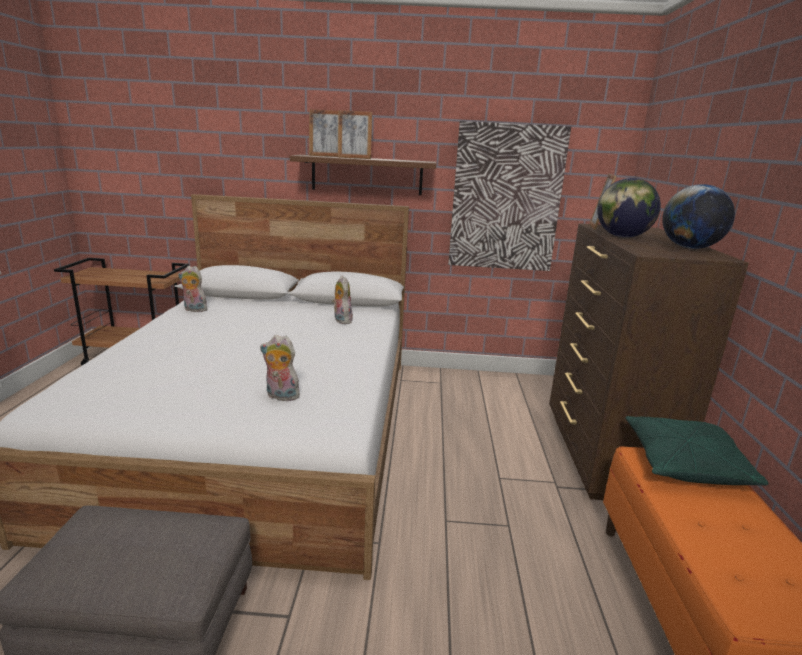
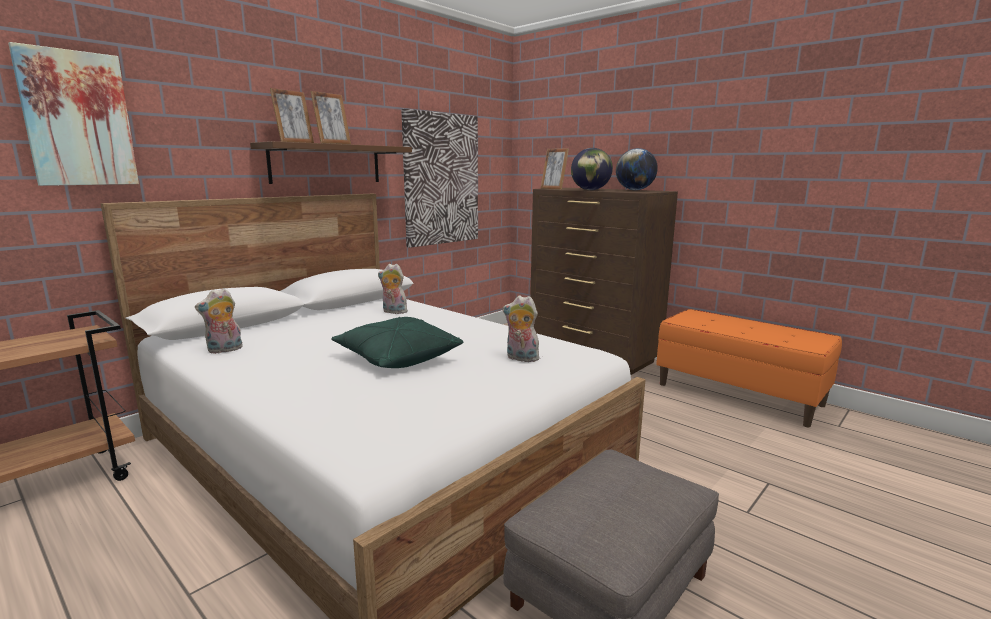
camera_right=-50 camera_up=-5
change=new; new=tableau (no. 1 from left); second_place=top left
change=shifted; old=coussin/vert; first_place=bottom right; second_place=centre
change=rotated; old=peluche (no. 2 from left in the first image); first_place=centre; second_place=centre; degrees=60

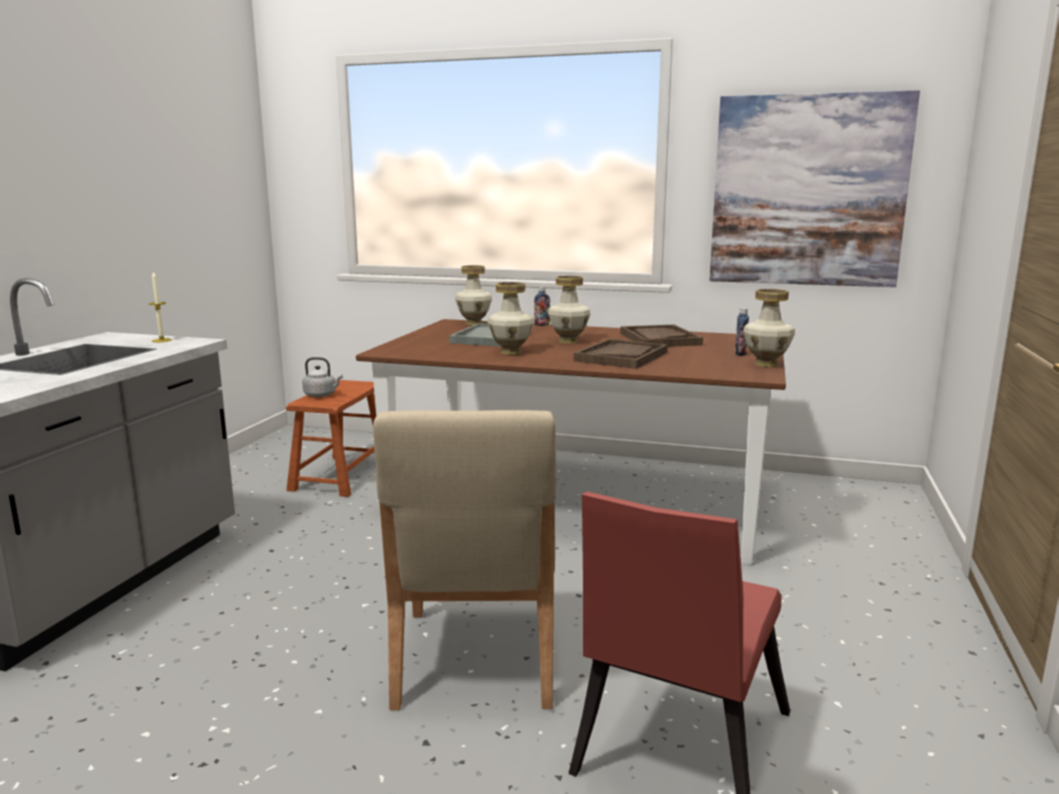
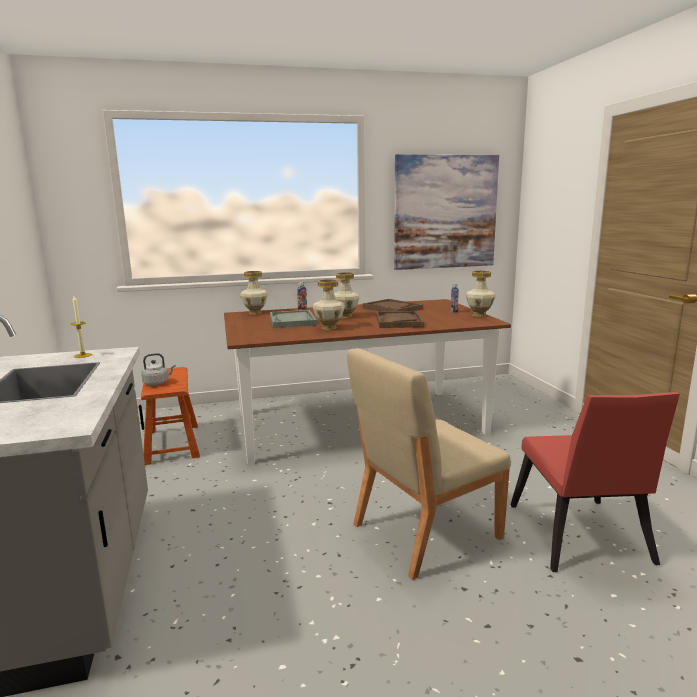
camera_right=-30 camera_up=0
change=rotated; old=chaise/beige; first_place=bottom centre; second_place=centre; degrees=90

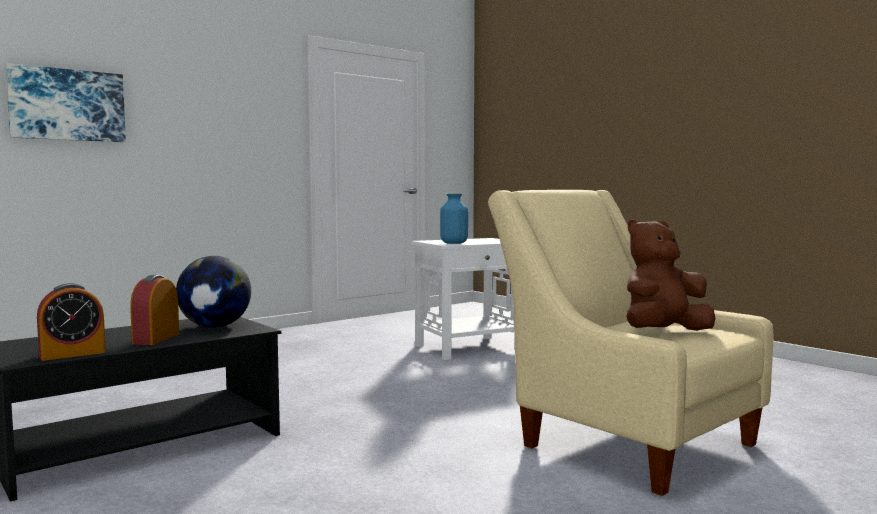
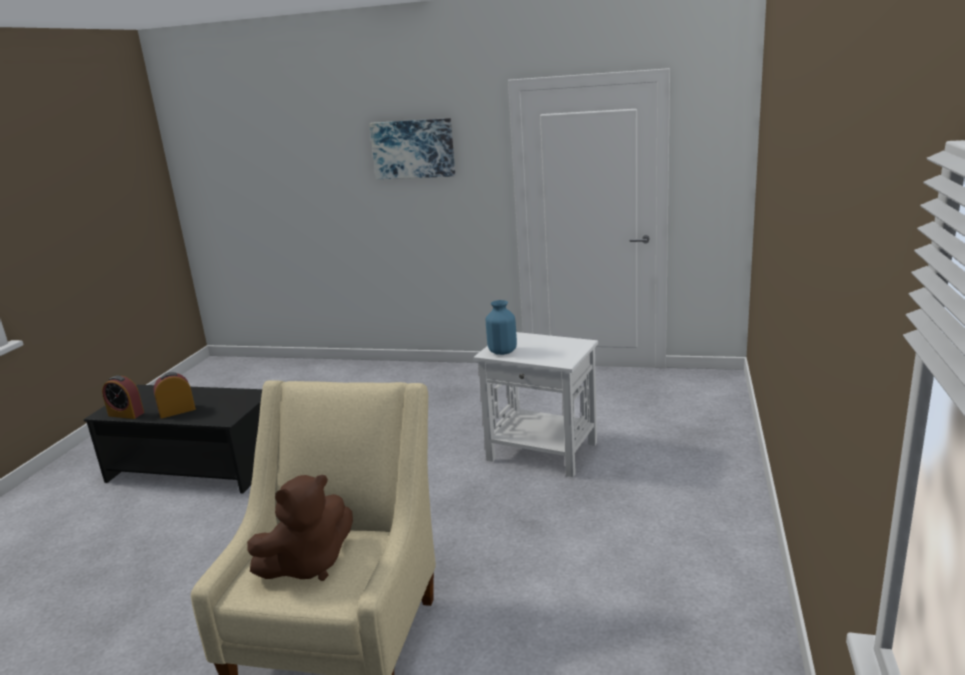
camera_right=55 camera_up=15
change=gone; old=globe; first_place=middle left
change=shifted; old=tableau; first_place=top left; second_place=top centre
change=rotated; old=peluche/marron; first_place=middle right; second_place=bottom left; degrees=120

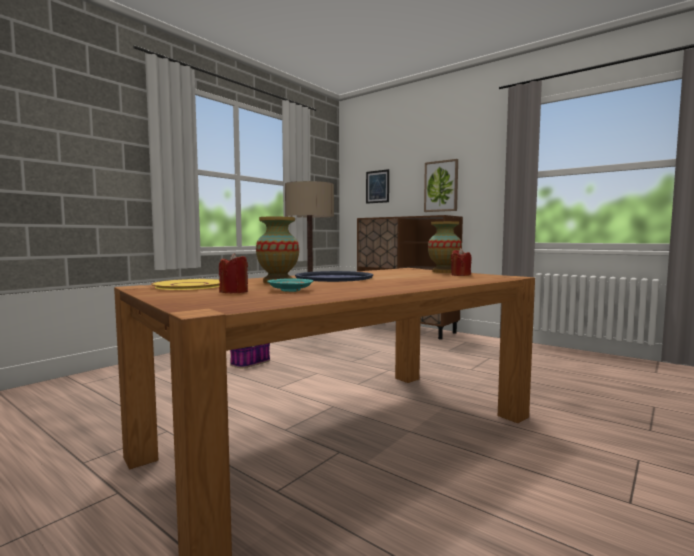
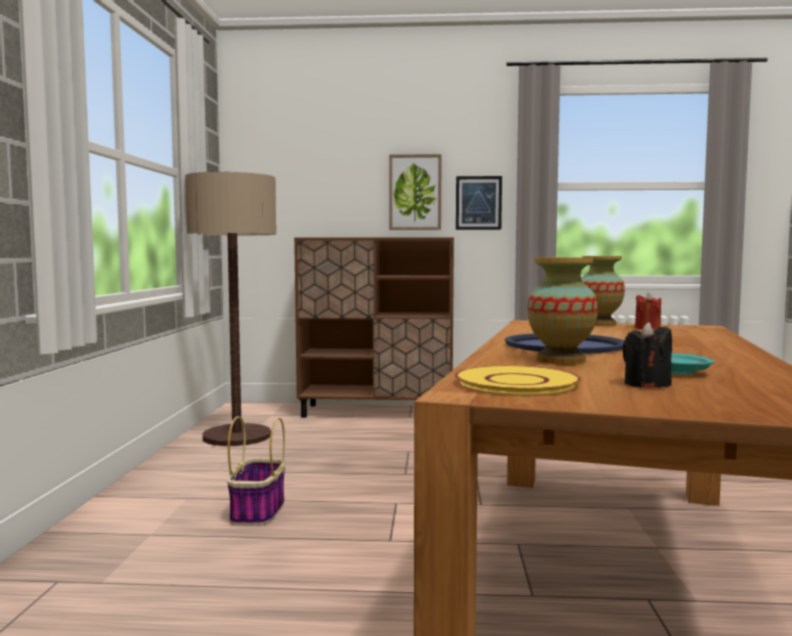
camera_right=-35 camera_up=0
change=shifted; old=tableau (no. 1 from left in the first image); new=tableau (no. 2 from left); first_place=centre; second_place=top centre
change=repainted; old=bougie/rouge (no. 1 from left); new=bougie/noir; first_place=centre; second_place=middle right

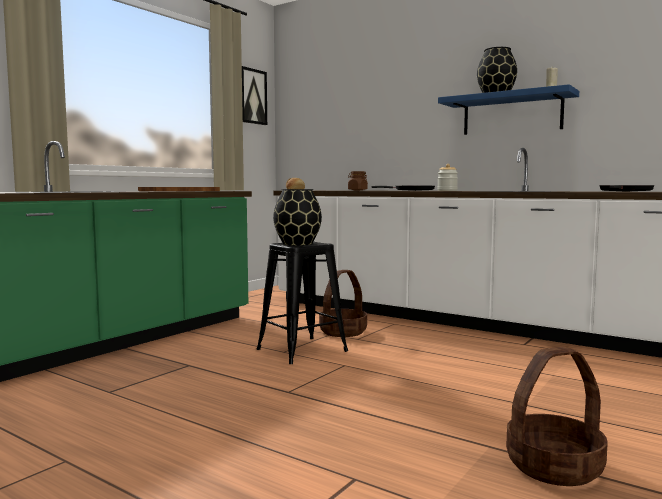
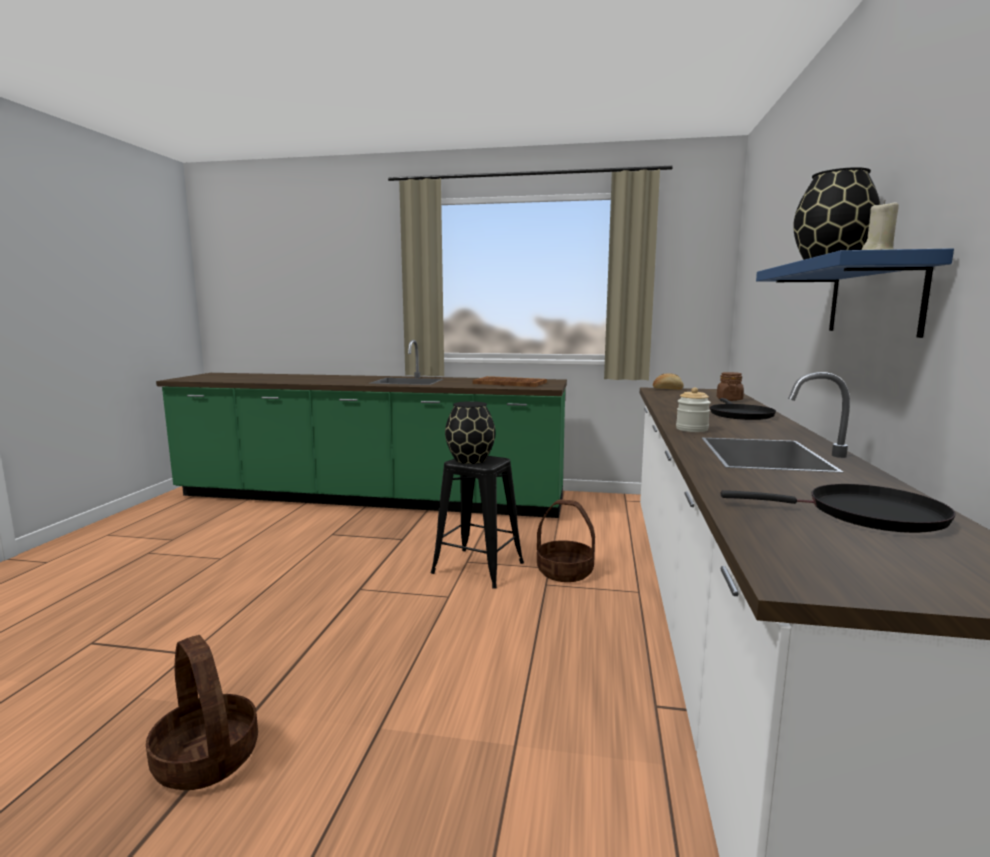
camera_right=65 camera_up=5
change=gone; old=tableau; first_place=top centre

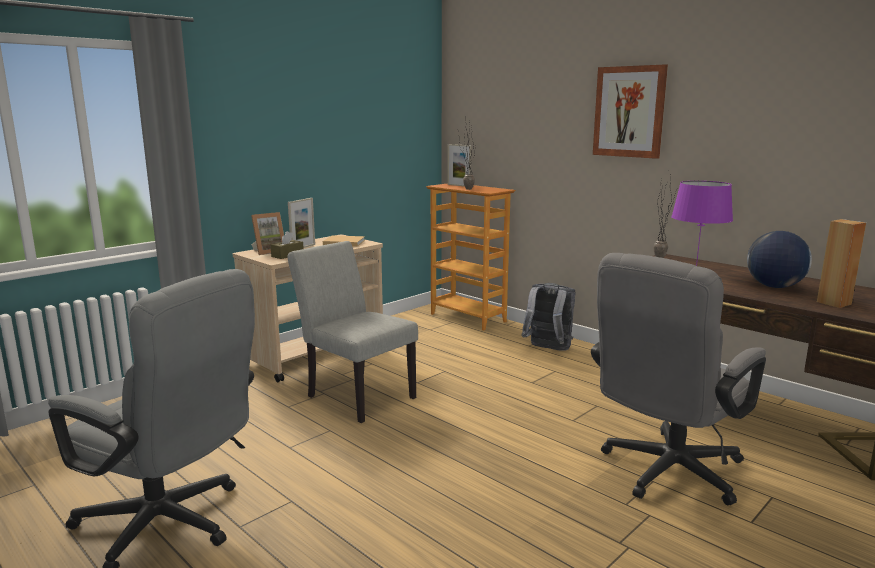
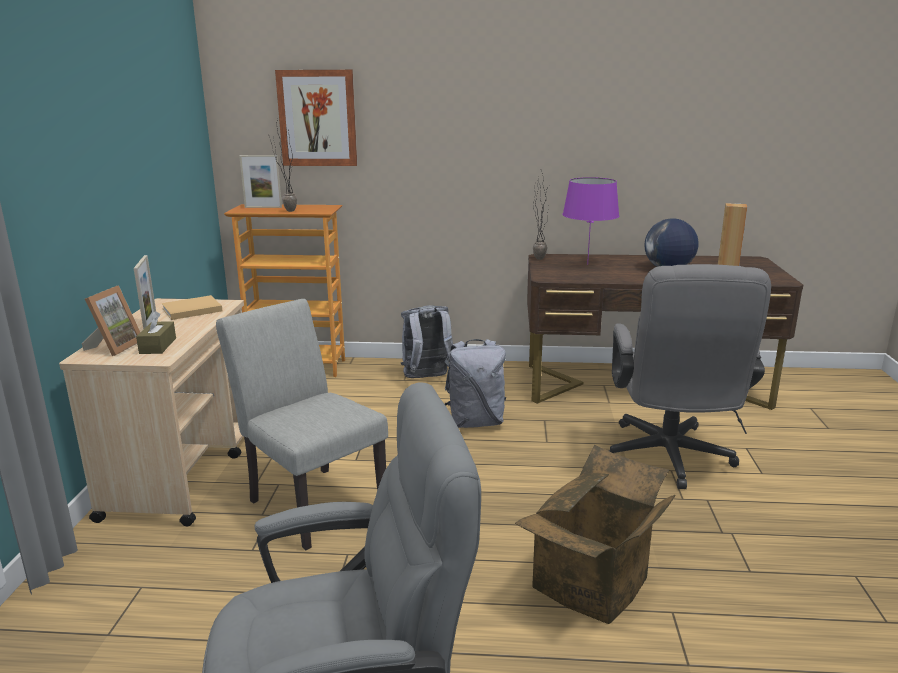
camera_right=-40 camera_up=5
change=new; new=sac à dos/gris (no. 2 from left); second_place=centre
change=new; new=carton; second_place=bottom centre
change=shifted; old=tableau; first_place=top right; second_place=top centre
change=rotated; old=chaise/gris; first_place=centre; second_place=centre; degrees=45

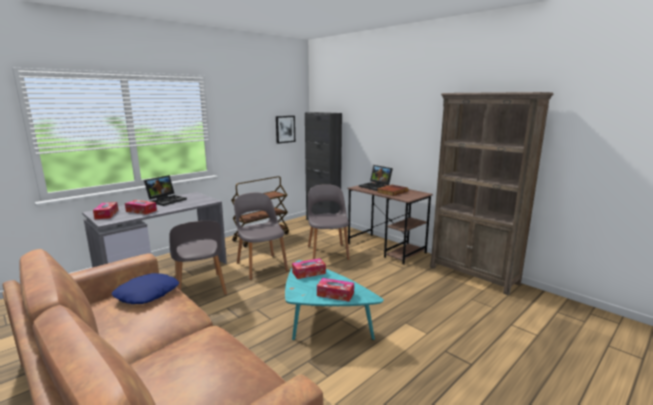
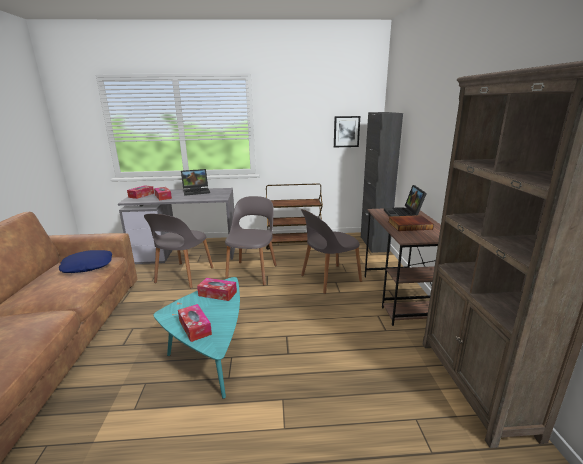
camera_right=40 camera_up=5
change=rotated; old=chaise/gris (no. 3 from left); first_place=centre; second_place=centre; degrees=-150

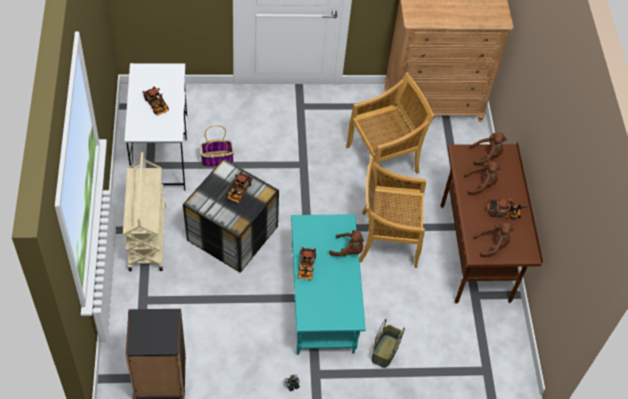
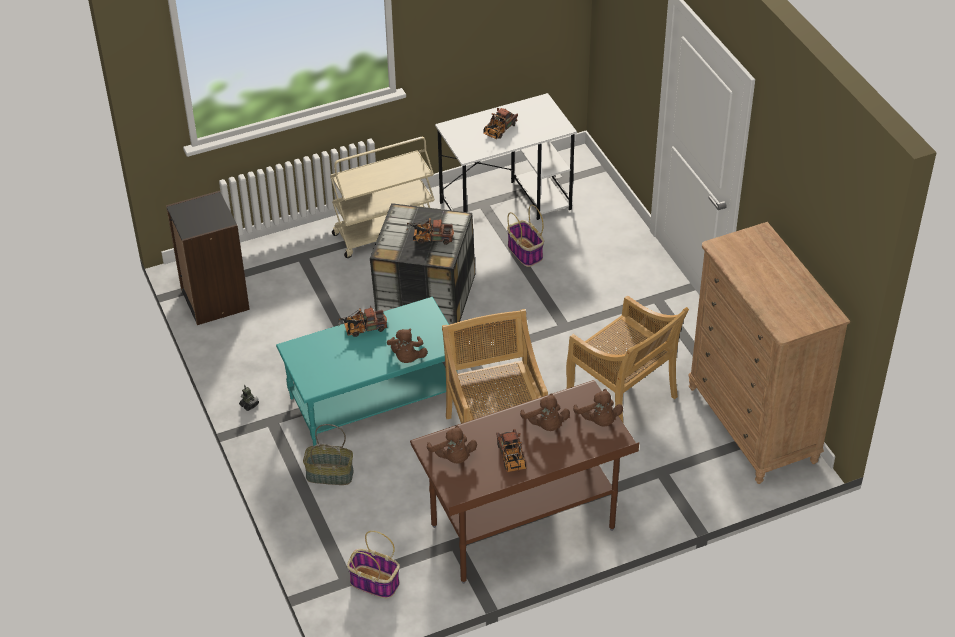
camera_right=75 camera_up=-10
change=new; new=panier (no. 2 from left); second_place=bottom centre

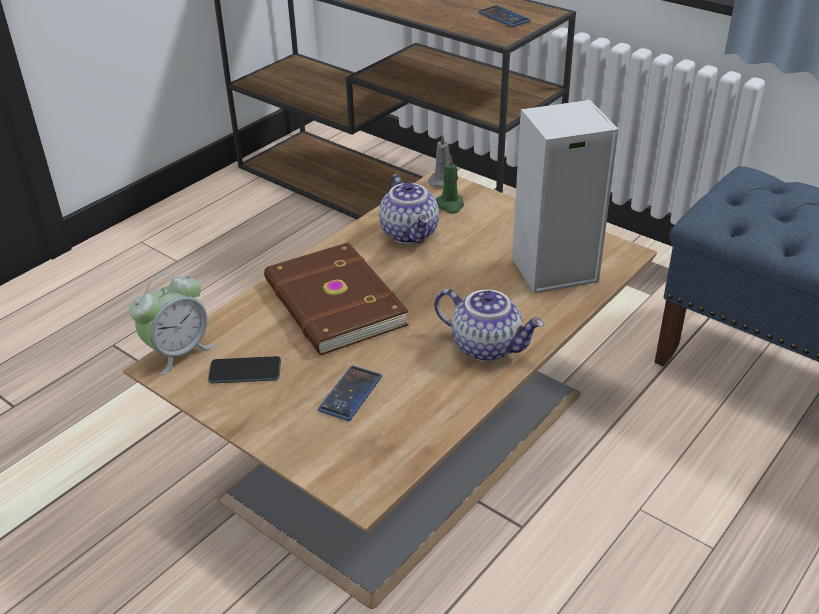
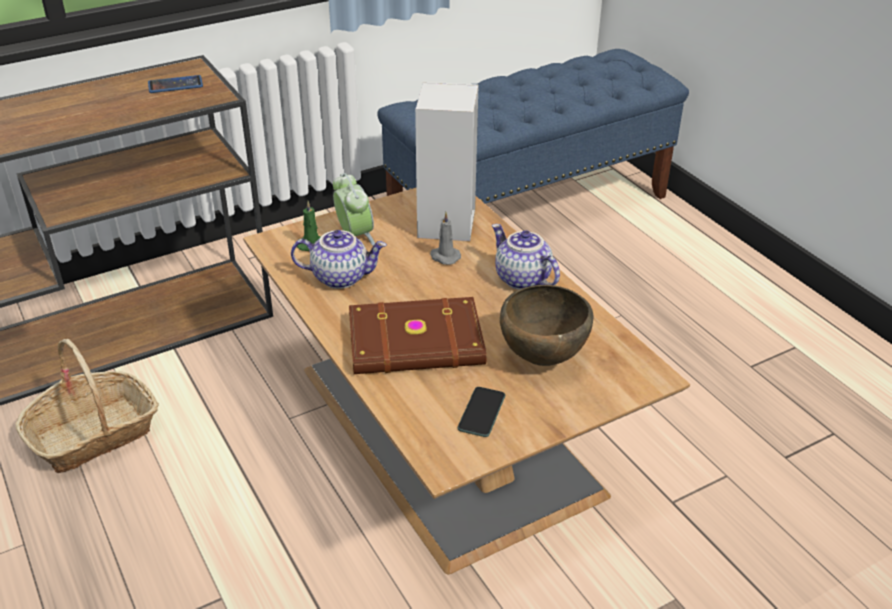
camera_right=-70 camera_up=0
change=new; new=panier; second_place=bottom left
change=shifted; old=réveil; first_place=middle left; second_place=centre
change=shifted; old=bougie/gris; first_place=top centre; second_place=centre
change=swapped; old=téléphone (no. 2 from left); new=bol/marron; first_place=centre; second_place=centre
change=rotated; old=théière (no. 2 from left); first_place=centre; second_place=centre; degrees=-90

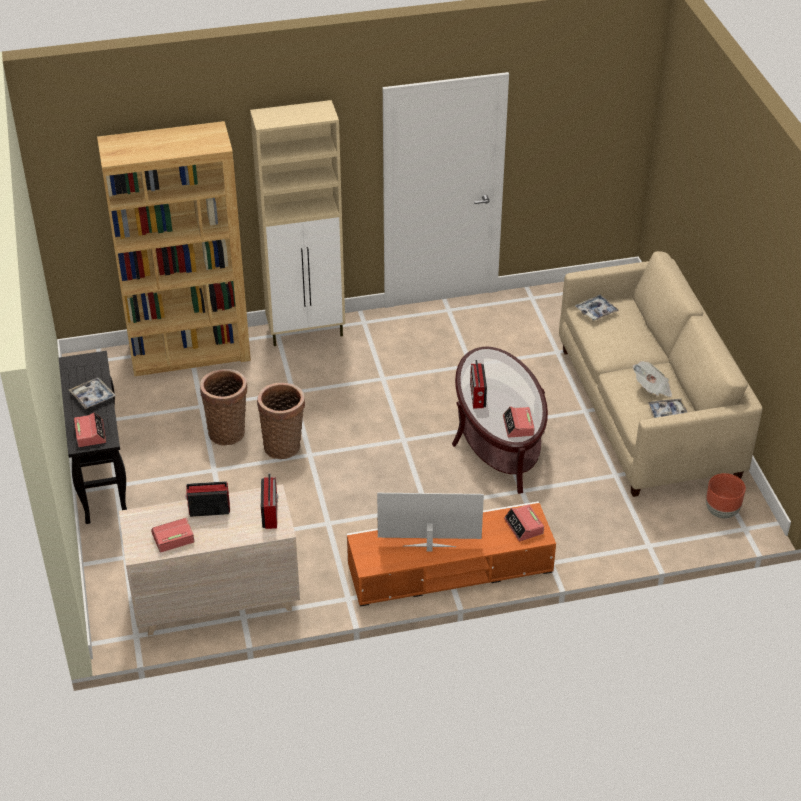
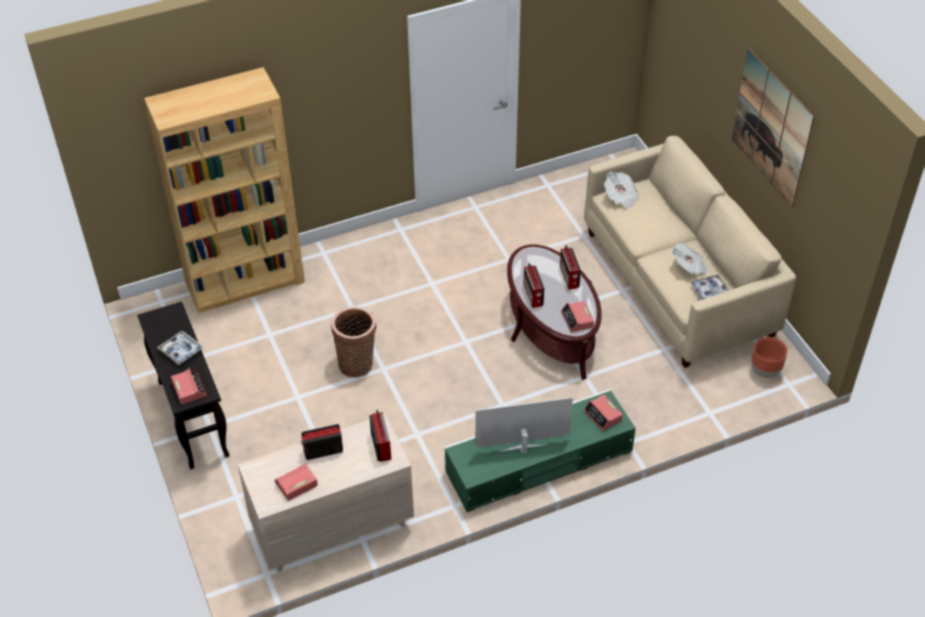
camera_right=-10 camera_up=5
change=gone; old=panier (no. 1 from left); first_place=middle left
change=gone; old=meuble de rangement/beige; first_place=top centre
change=new; new=radio (no. 4 from left); second_place=centre
change=new; new=tableau; second_place=top right
change=swapped; old=plateau (no. 2 from left); new=journal (no. 1 from left); first_place=middle right; second_place=top right
change=repainted; old=meuble télé/orange; new=meuble télé/vert; first_place=bottom centre; second_place=bottom centre

